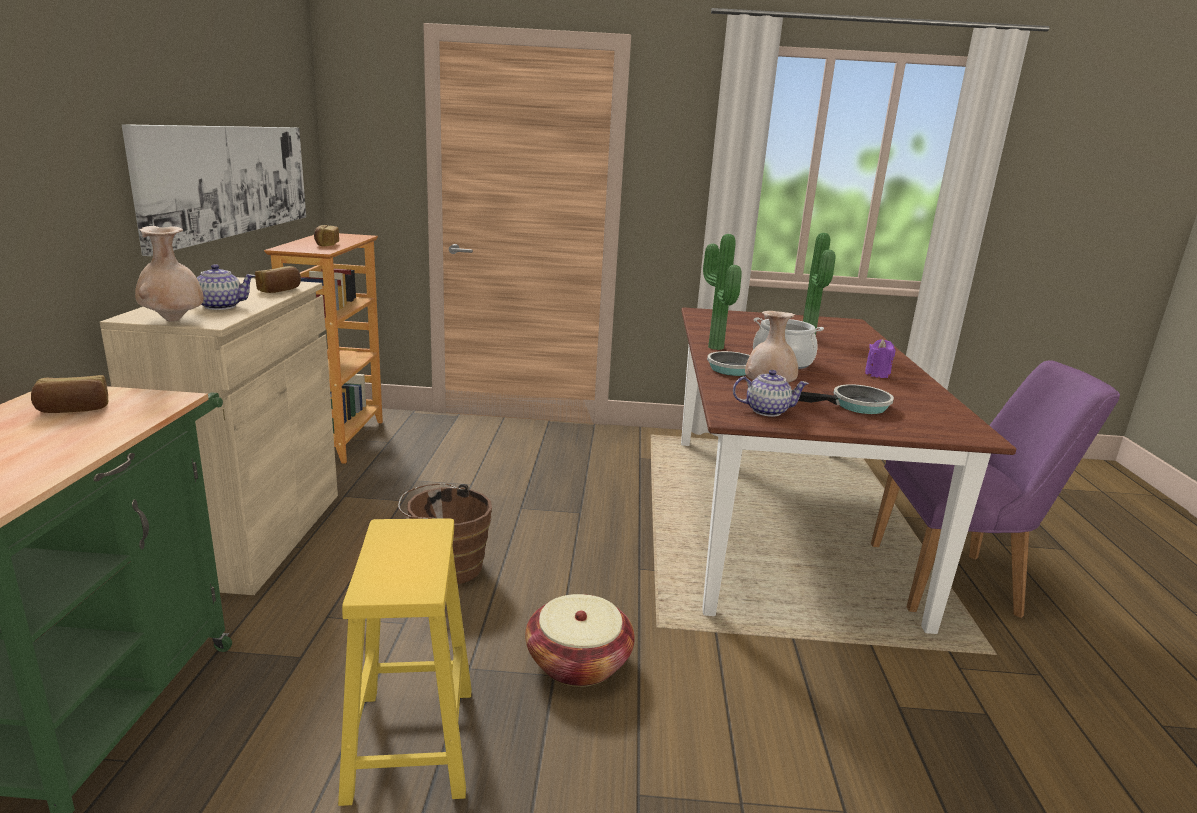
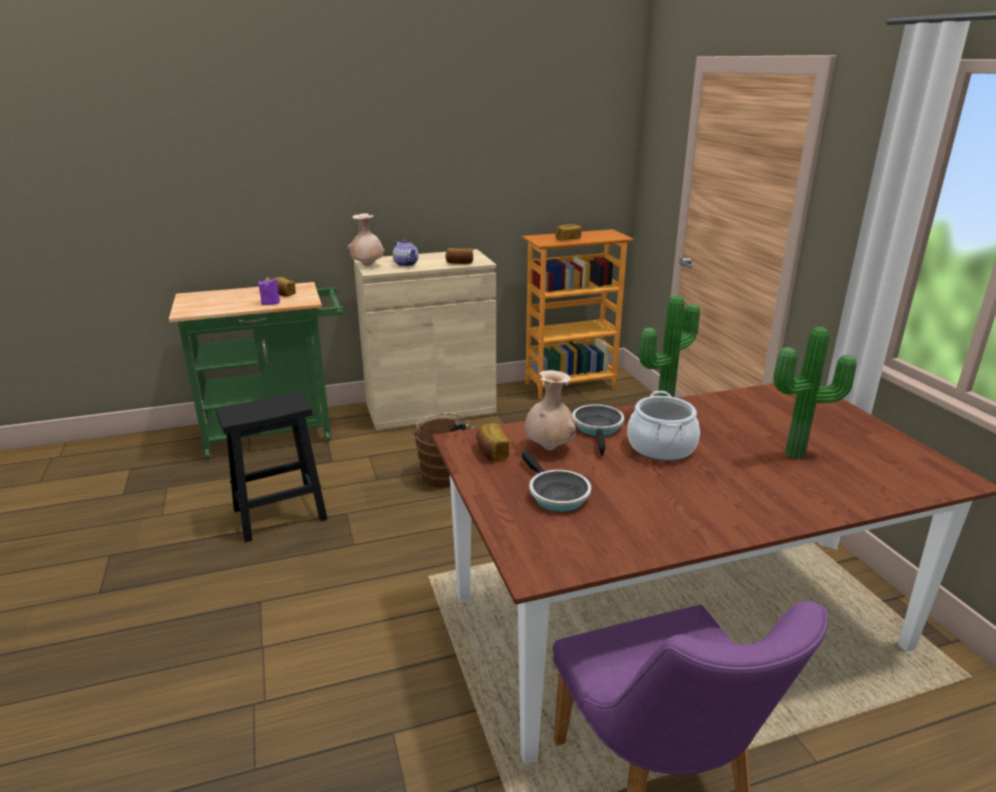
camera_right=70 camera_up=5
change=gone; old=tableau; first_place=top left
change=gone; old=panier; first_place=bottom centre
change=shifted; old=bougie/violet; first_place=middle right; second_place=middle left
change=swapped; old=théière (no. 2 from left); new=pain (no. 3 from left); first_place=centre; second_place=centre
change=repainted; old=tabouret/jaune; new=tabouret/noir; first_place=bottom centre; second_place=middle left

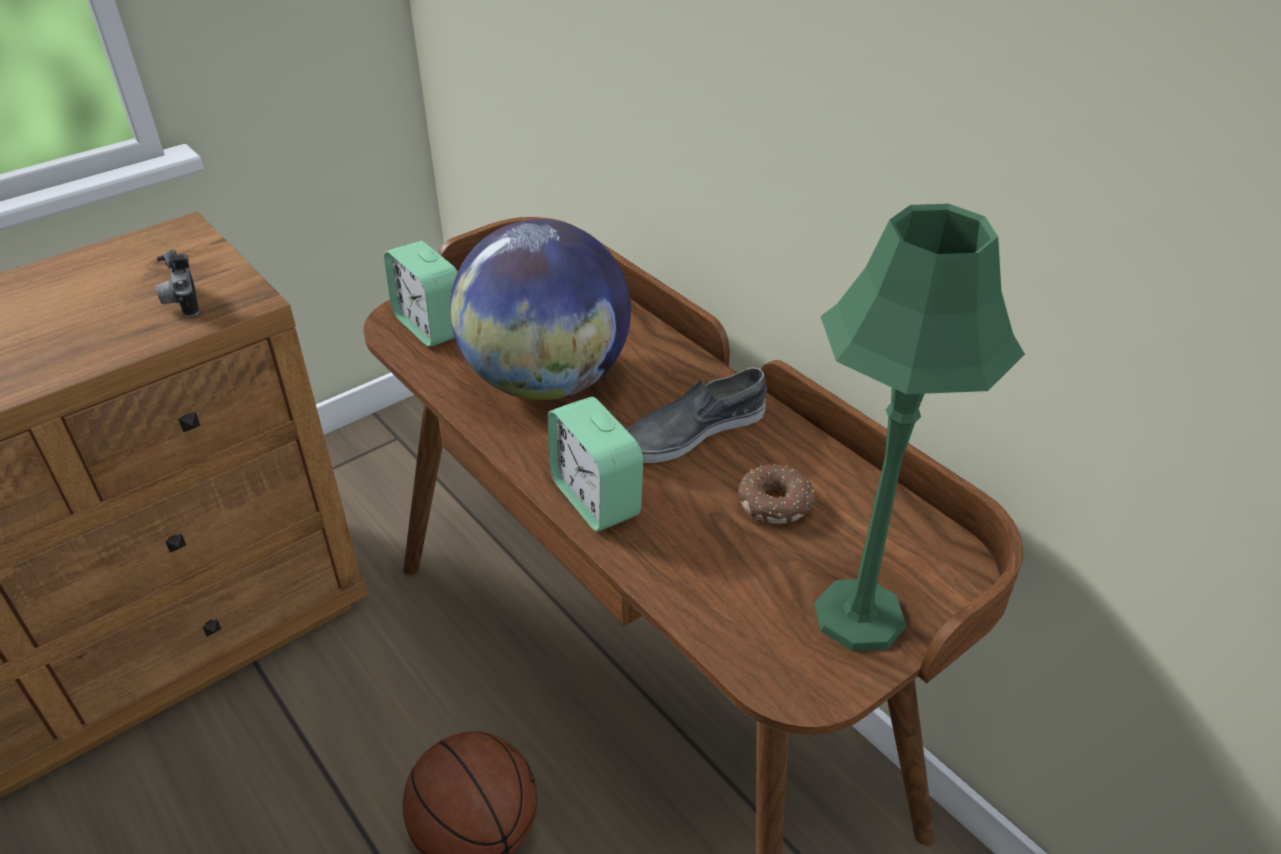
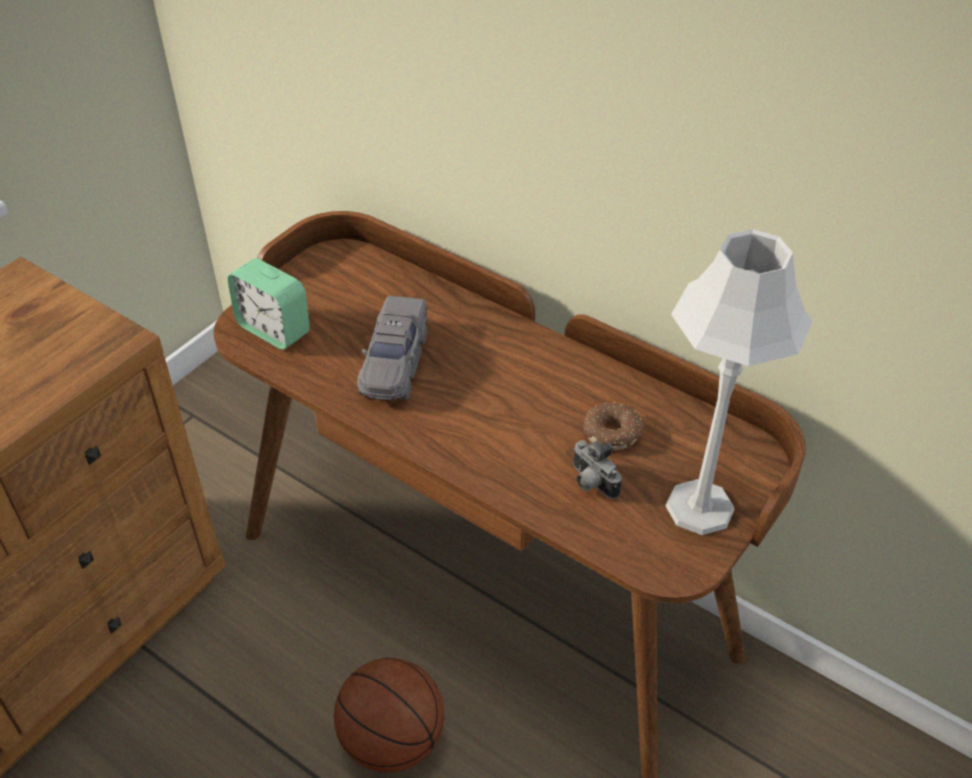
camera_right=-15 camera_up=5
change=gone; old=réveil (no. 2 from left); first_place=centre
change=gone; old=chaussure/gris; first_place=centre
change=shifted; old=appareil photo; first_place=top left; second_place=centre
change=swapped; old=globe; new=petite voiture/gris; first_place=centre; second_place=centre
change=repainted; old=lampe de table/vert; new=lampe de table/gris; first_place=middle right; second_place=middle right

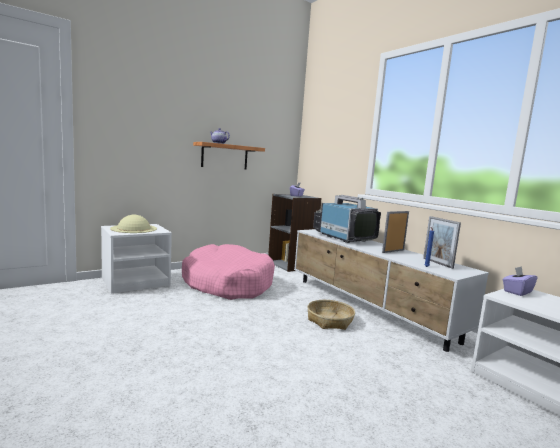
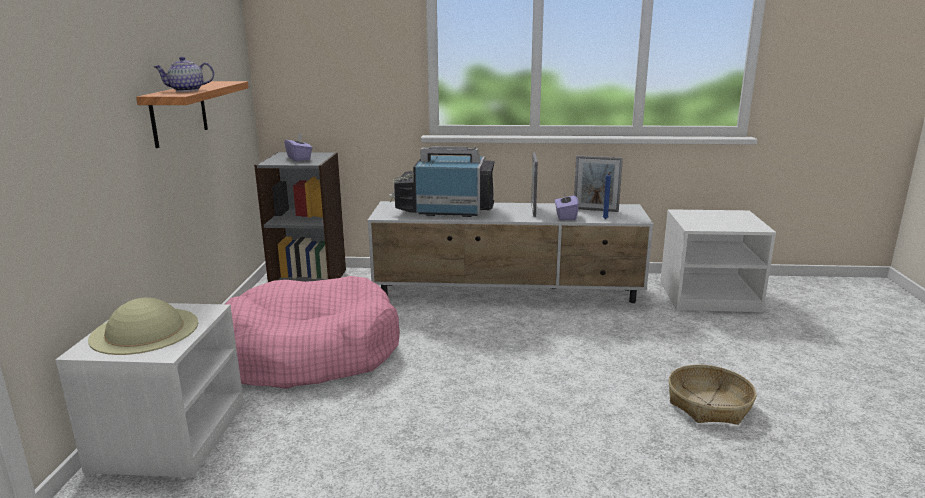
camera_right=-50 camera_up=10
change=shifted; old=panier; first_place=bottom centre; second_place=bottom right
change=shifted; old=boîte à mouchoirs/violet (no. 2 from left); first_place=middle right; second_place=centre

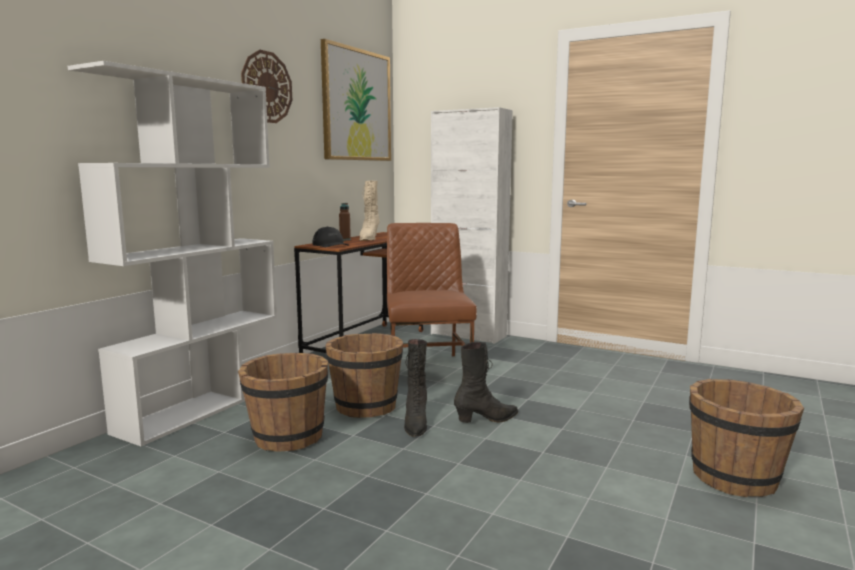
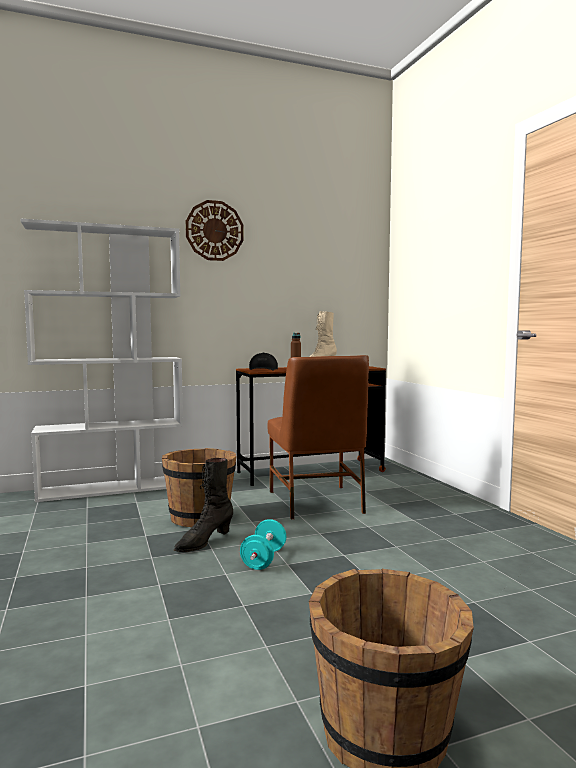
camera_right=40 camera_up=-5
change=gone; old=seau/marron (no. 1 from left); first_place=bottom left
change=gone; old=tableau; first_place=top centre
change=gone; old=meuble de rangement/blanc; first_place=centre
change=swapped; old=botte/noir (no. 2 from left); new=haltère/turquoise; first_place=bottom centre; second_place=bottom centre
change=rotated; old=chaise/marron; first_place=centre; second_place=centre; degrees=135

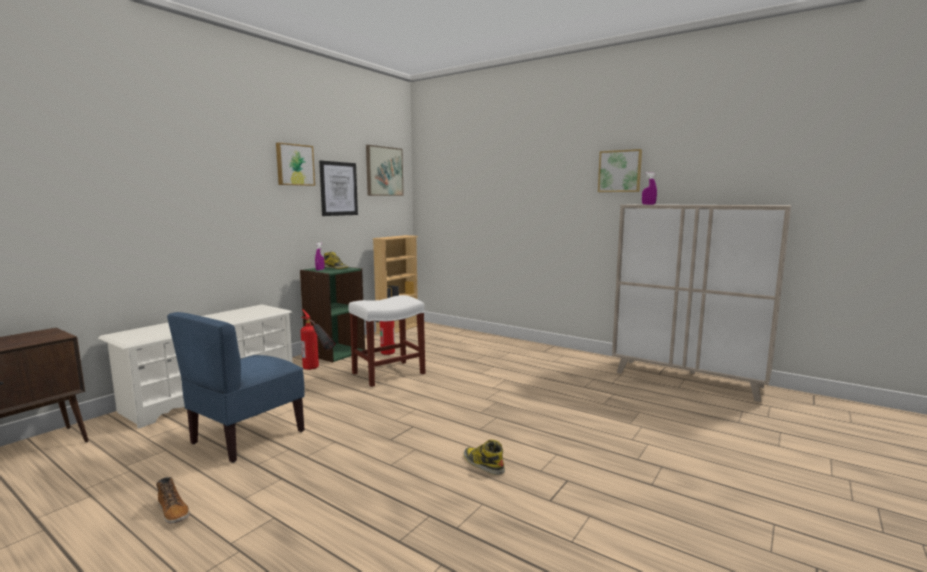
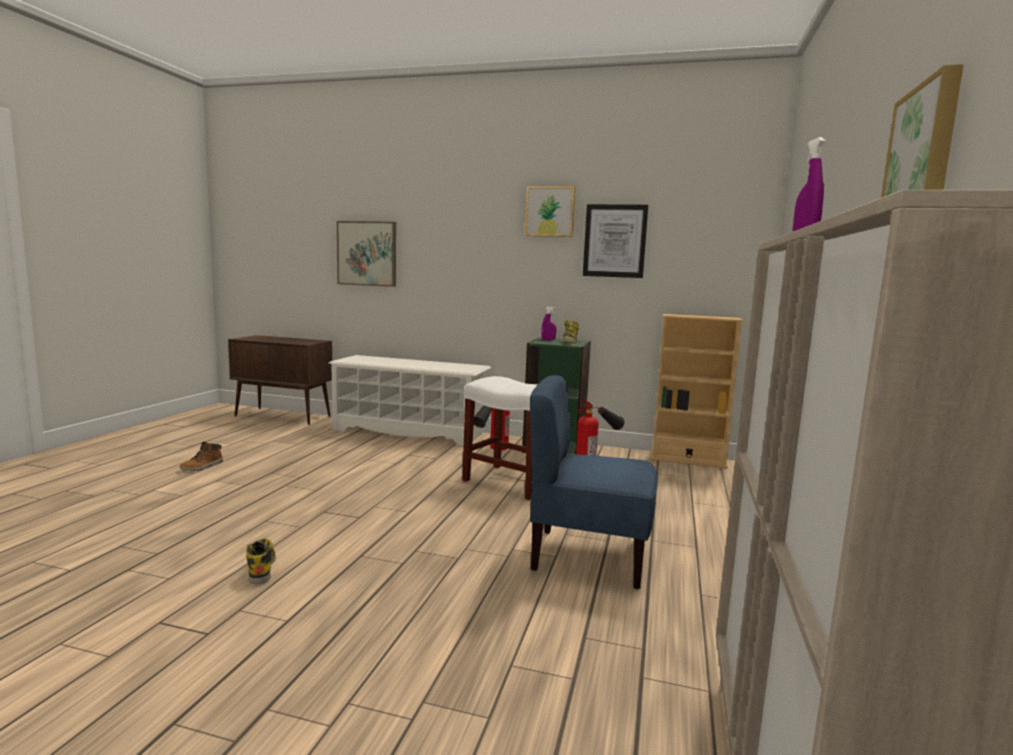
camera_right=70 camera_up=0
change=shifted; old=chaise/bleu; first_place=bottom left; second_place=centre
change=shifted; old=tableau (no. 3 from left in the first image); new=tableau (no. 1 from left); first_place=top centre; second_place=centre
change=rotated; old=botte (no. 3 from left in the first image); first_place=bottom centre; second_place=bottom left; degrees=-45

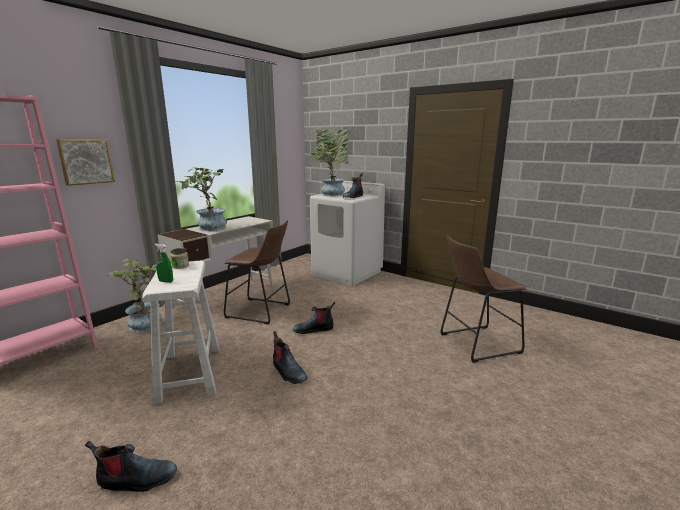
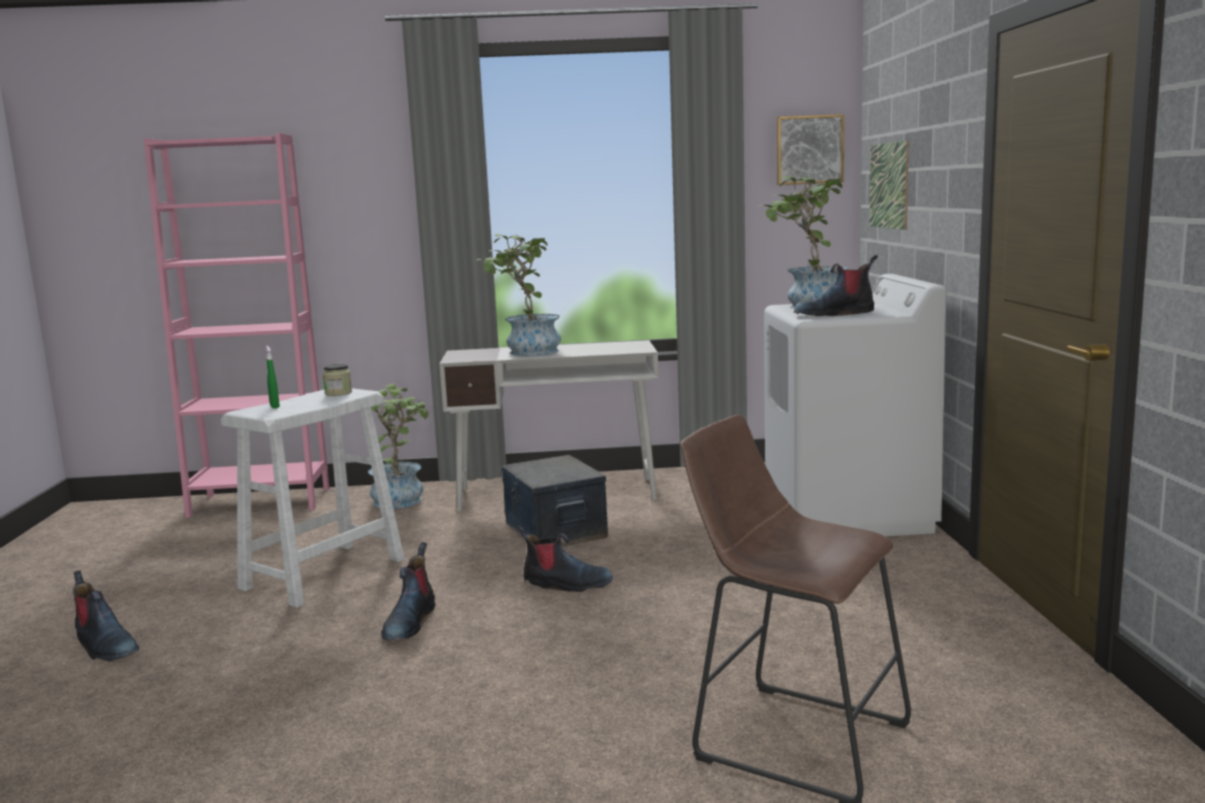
camera_right=50 camera_up=-5
change=shifted; old=tableau (no. 1 from left); first_place=top left; second_place=top right
change=swapped; old=tabouret/marron (no. 1 from left); new=boîte de rangement; first_place=centre; second_place=centre
change=rotated; old=botte (no. 3 from left); first_place=centre; second_place=bottom centre; degrees=150

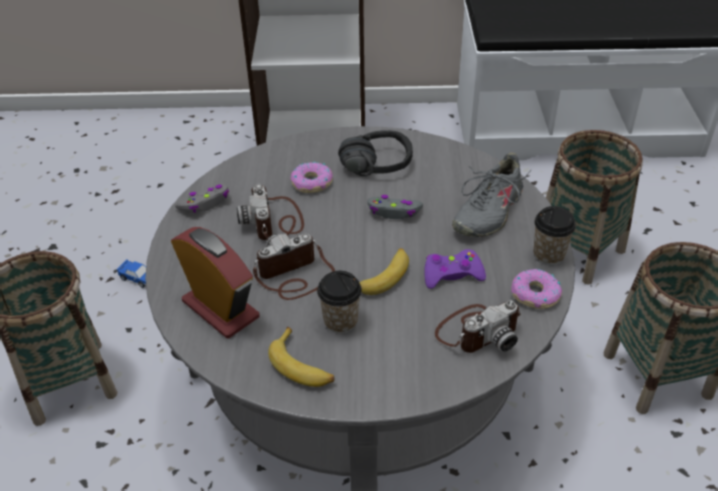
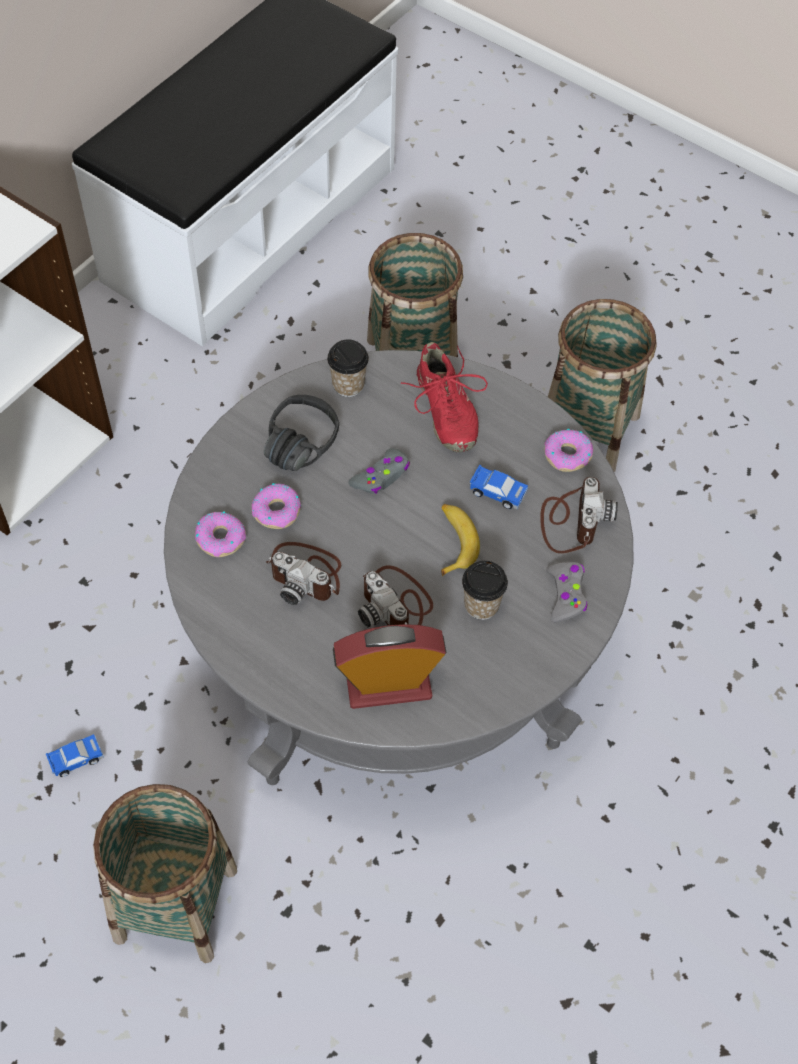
camera_right=-55 camera_up=15
change=gone; old=banane (no. 1 from left); first_place=bottom centre
change=new; new=beignet (no. 1 from left); second_place=middle left
change=shifted; old=manette/gris (no. 1 from left in the first image); new=manette/gris (no. 2 from left); first_place=middle left; second_place=middle right
change=shifted; old=tasse (no. 2 from left in the first image); new=tasse (no. 1 from left); first_place=middle right; second_place=centre
change=swapped; old=manette/violet; new=petite voiture (no. 2 from left); first_place=centre; second_place=centre
change=repainted; old=chaussure/gris; new=chaussure/rouge; first_place=middle right; second_place=centre
change=rotated; old=appareil photo (no. 2 from left); first_place=centre; second_place=centre; degrees=-45

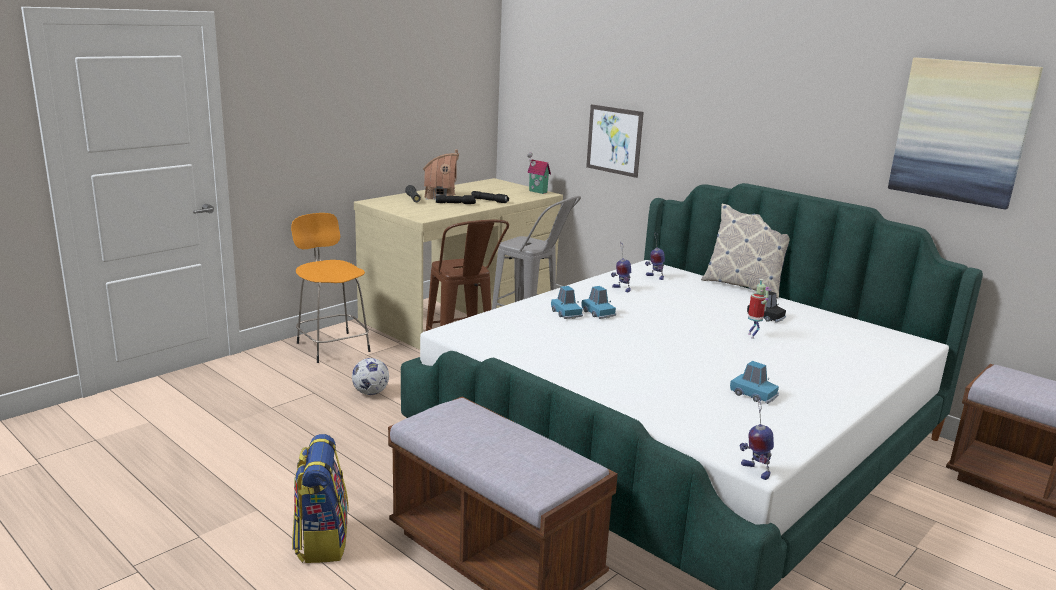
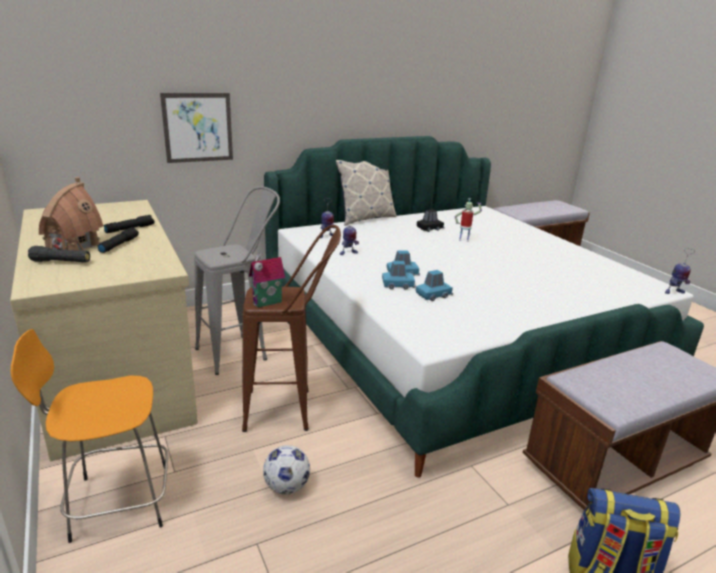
camera_right=-70 camera_up=5
change=gone; old=tableau (no. 2 from left); first_place=top right
change=shifted; old=maison miniature (no. 2 from left); first_place=top centre; second_place=centre
change=shifted; old=petite voiture/bleu (no. 3 from left); first_place=middle right; second_place=centre

